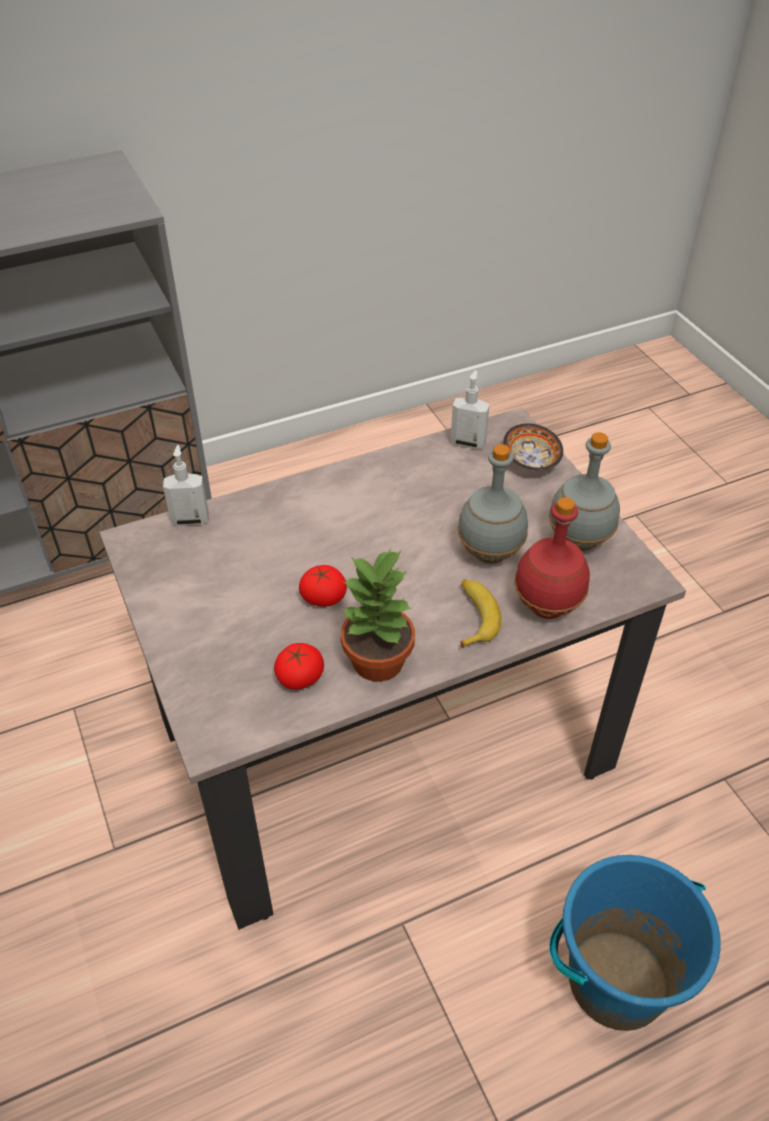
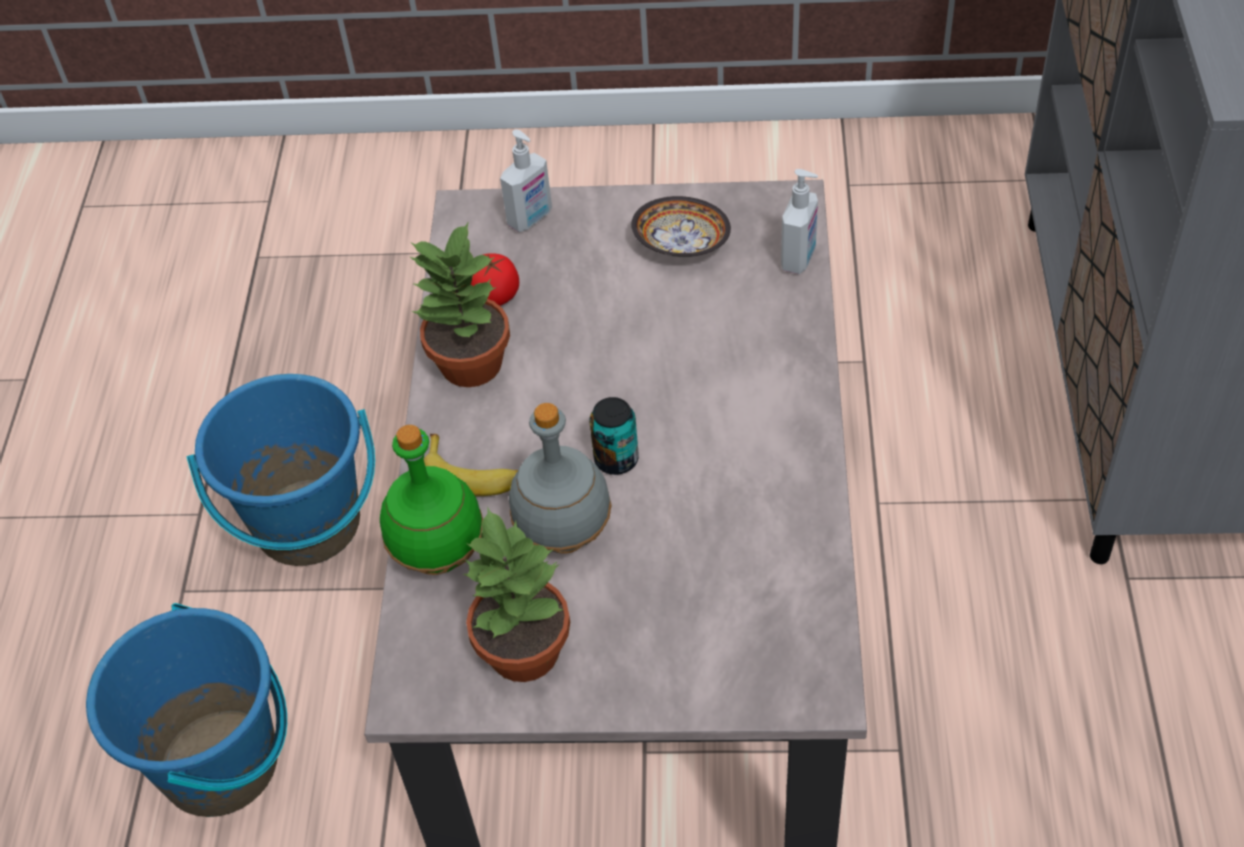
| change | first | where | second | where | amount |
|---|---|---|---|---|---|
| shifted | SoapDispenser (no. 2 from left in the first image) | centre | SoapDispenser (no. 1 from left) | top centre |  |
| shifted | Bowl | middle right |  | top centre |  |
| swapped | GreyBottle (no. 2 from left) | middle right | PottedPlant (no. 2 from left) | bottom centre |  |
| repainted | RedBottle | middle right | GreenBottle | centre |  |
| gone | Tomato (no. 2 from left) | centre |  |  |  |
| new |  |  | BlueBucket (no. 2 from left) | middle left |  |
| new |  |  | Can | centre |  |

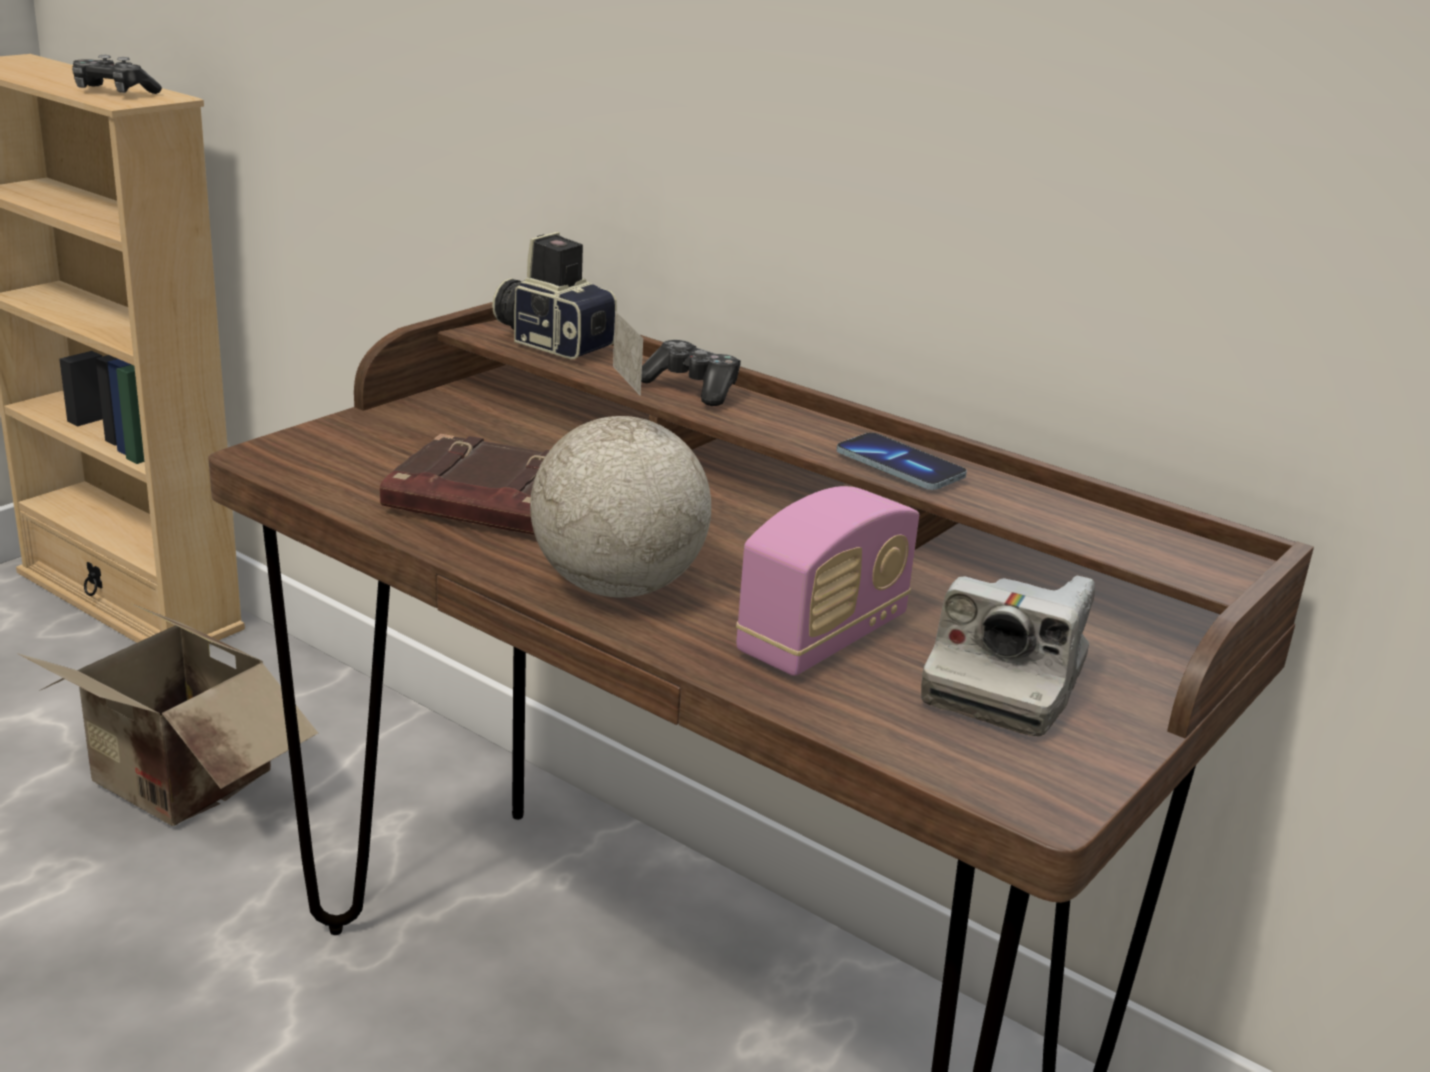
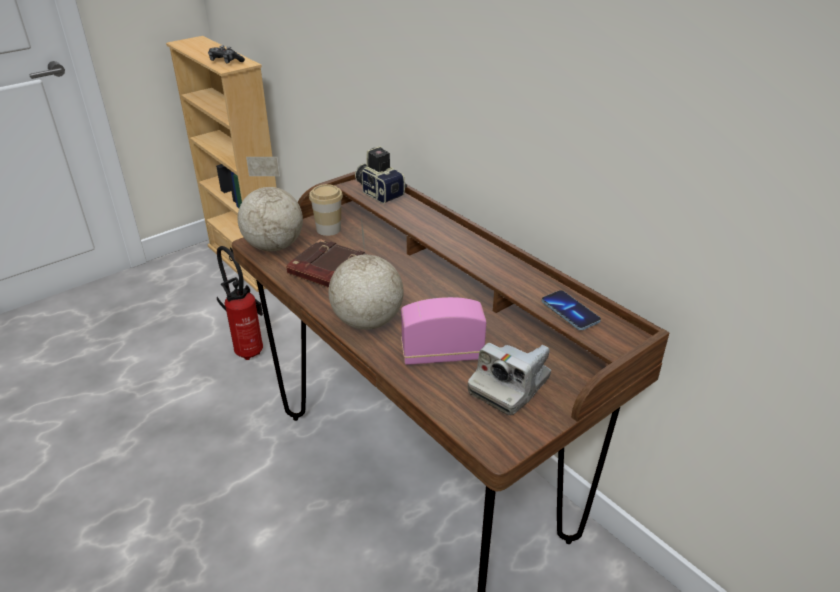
| change | first | where | second | where | amount |
|---|---|---|---|---|---|
| gone | GameController (no. 2 from left) | centre |  |  |  |
| shifted | Phone | centre |  | middle right |  |
| rotated | Radio | centre |  | centre | 150 degrees counterclockwise |
| swapped | CardboardBox | middle left | FireExtinguisher | middle left |  |
| new |  |  | Globe (no. 1 from left) | middle left |  |
| new |  |  | Cup | centre |  |

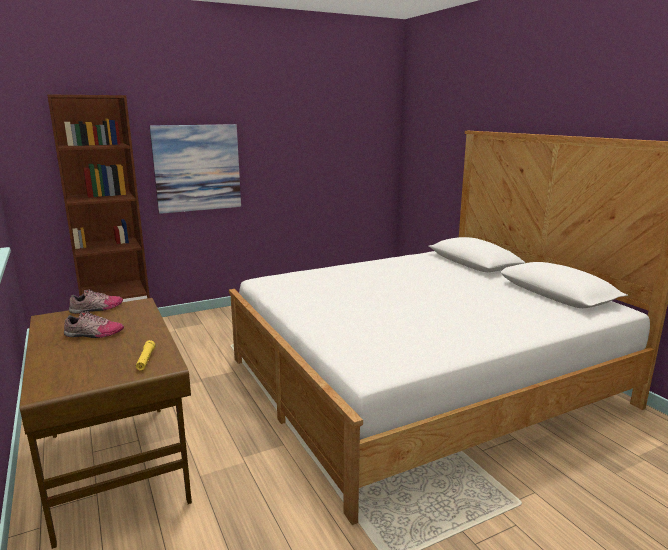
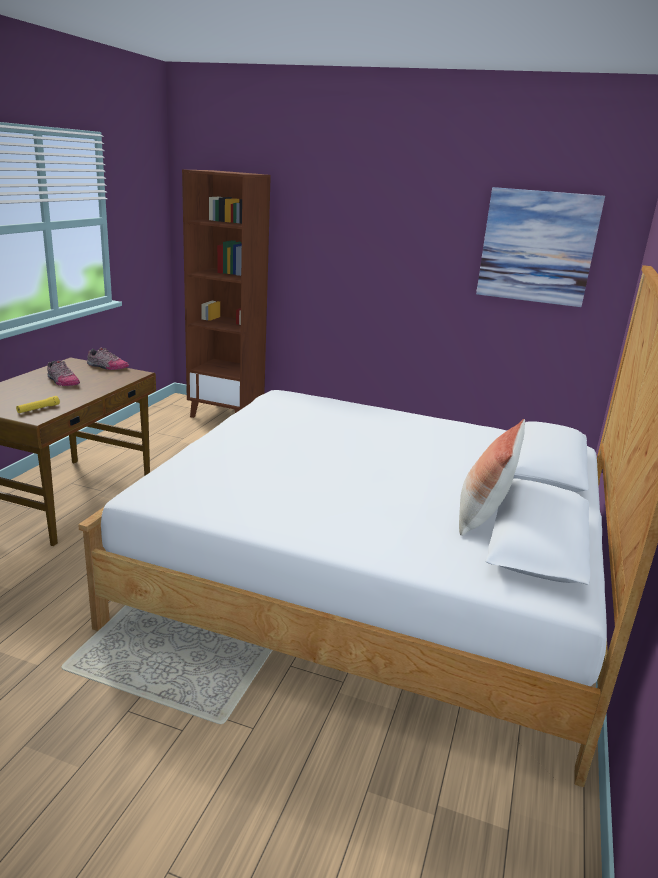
| change | first | where | second | where | amount |
|---|---|---|---|---|---|
| shifted | Picture | top left |  | top right |  |
| new |  |  | Pillow | middle right |  |

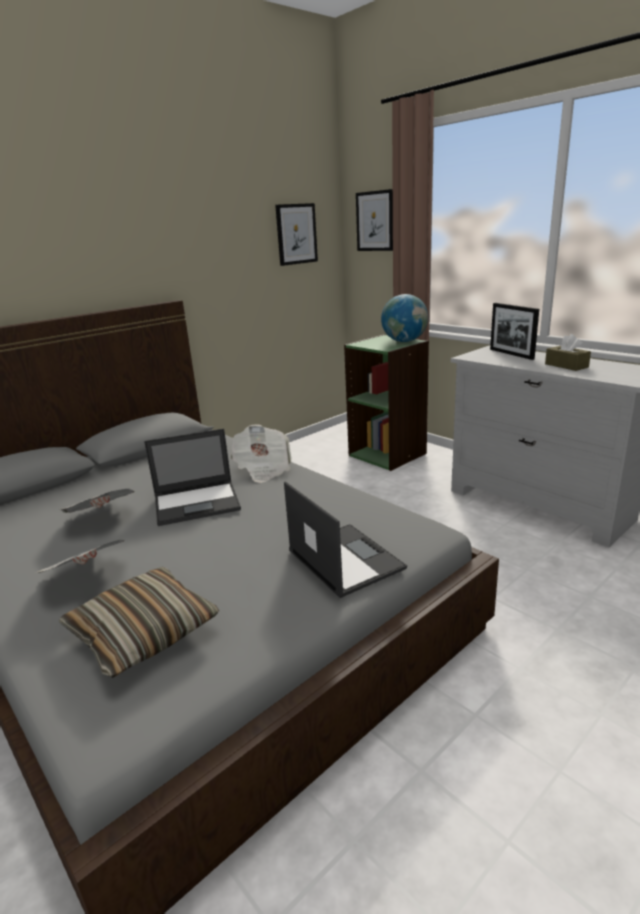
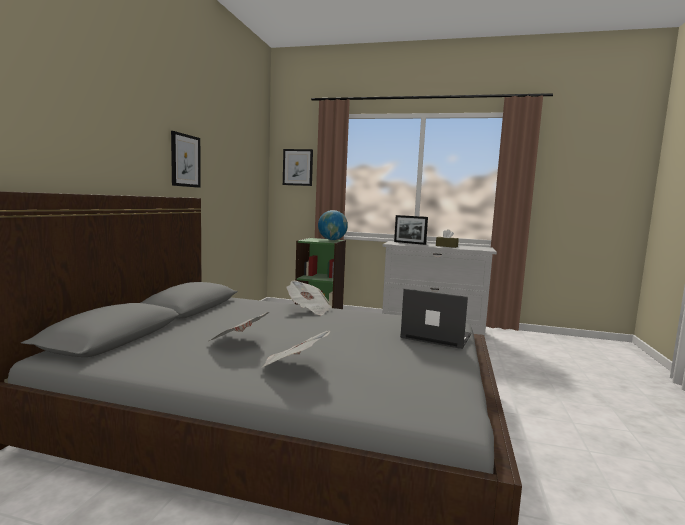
| change | first | where | second | where | amount |
|---|---|---|---|---|---|
| shifted | Picture (no. 1 from left) | top centre |  | top left |  |
| gone | Laptop (no. 1 from left) | middle left |  |  |  |
| gone | Pillow | bottom left |  |  |  |

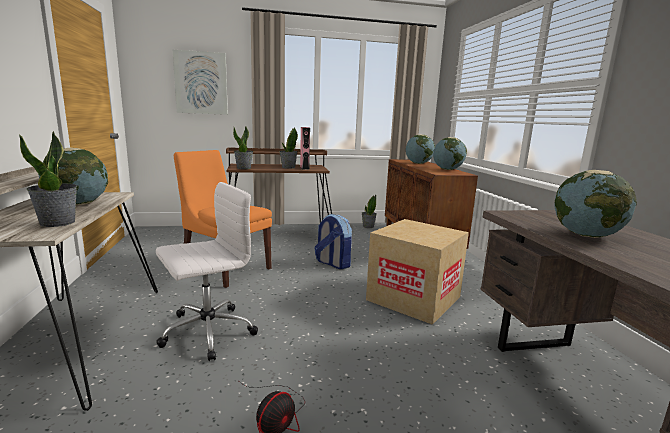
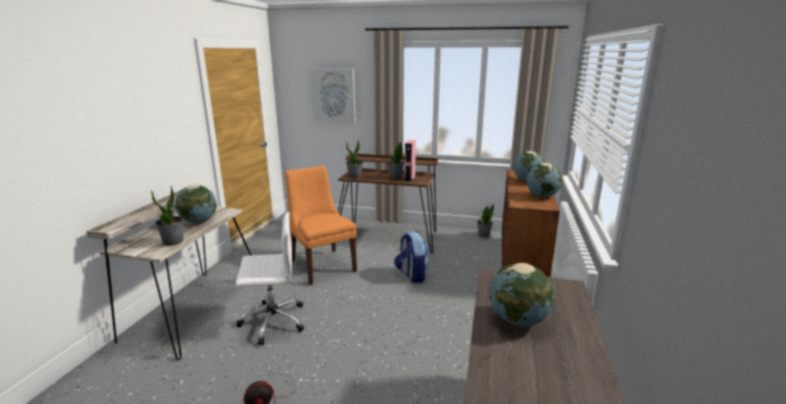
| change | first | where | second | where | amount |
|---|---|---|---|---|---|
| gone | CardboardBox | centre |  |  |  |

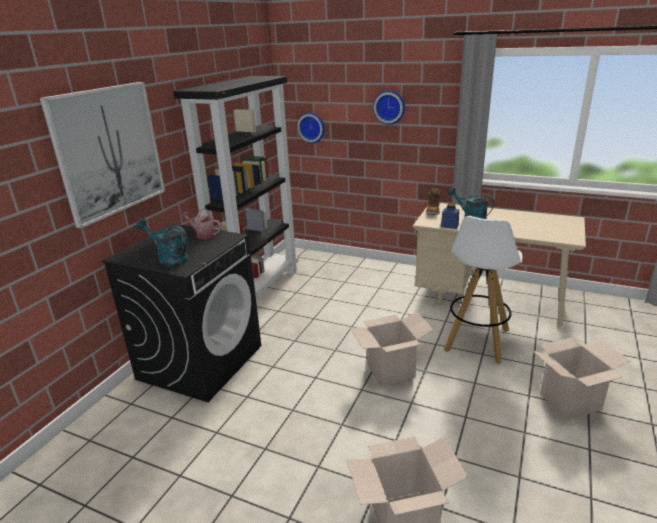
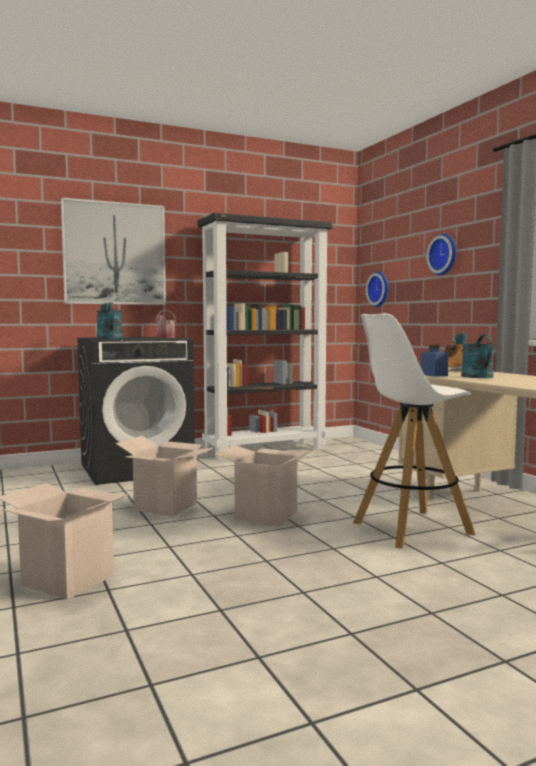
| change | first | where | second | where | amount |
|---|---|---|---|---|---|
| shifted | CardboardBox (no. 3 from left in the first image) | bottom right | CardboardBox (no. 2 from left) | middle left |  |

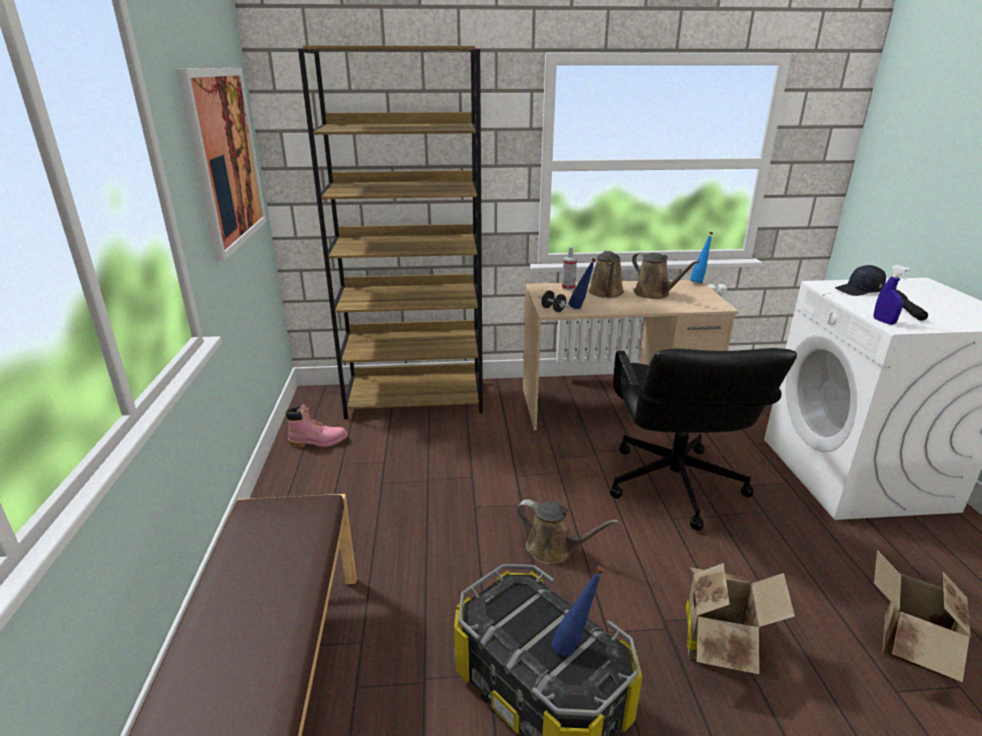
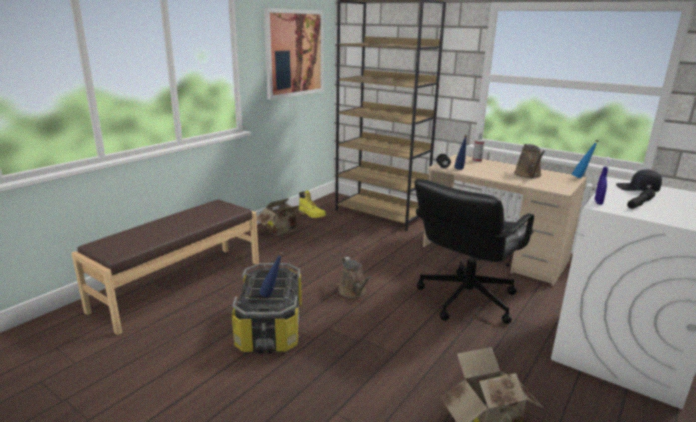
| change | first | where | second | where | amount |
|---|---|---|---|---|---|
| gone | BrownWateringCan (no. 2 from left) | centre |  |  |  |
| repainted | PinkBoot | middle left | YellowBoot | centre |  |
| shifted | CardboardBox (no. 1 from left) | bottom right |  | centre |  |

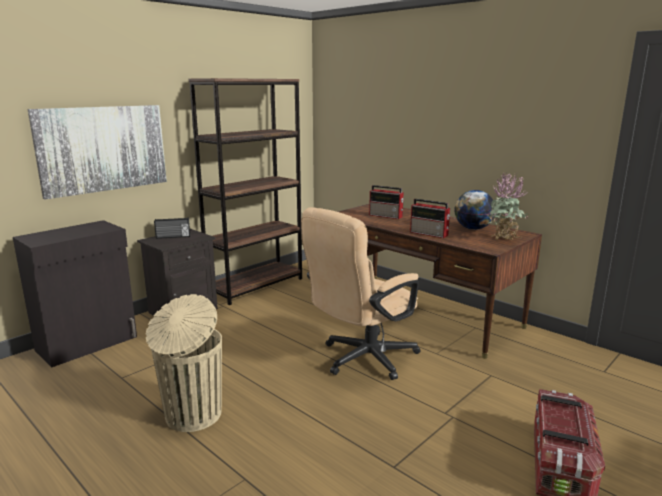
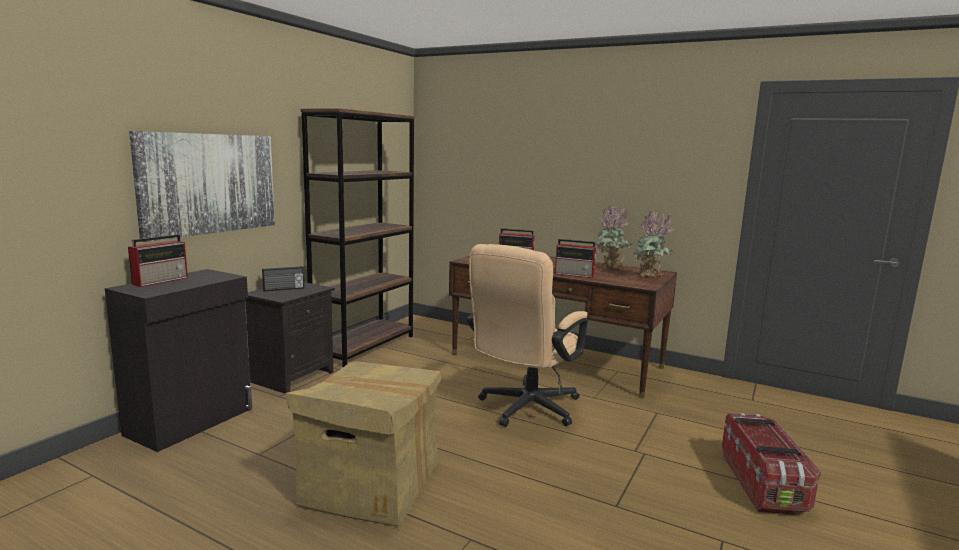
| change | first | where | second | where | amount |
|---|---|---|---|---|---|
| swapped | Globe | middle right | PottedPlant (no. 1 from left) | centre |  |
| swapped | BeigeTrashCan | bottom left | CardboardBox | bottom centre |  |
| new |  |  | Radio (no. 1 from left) | middle left |  |

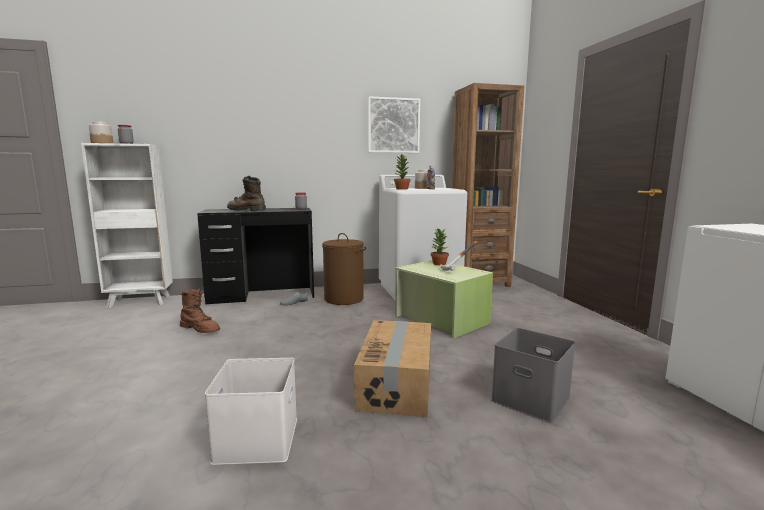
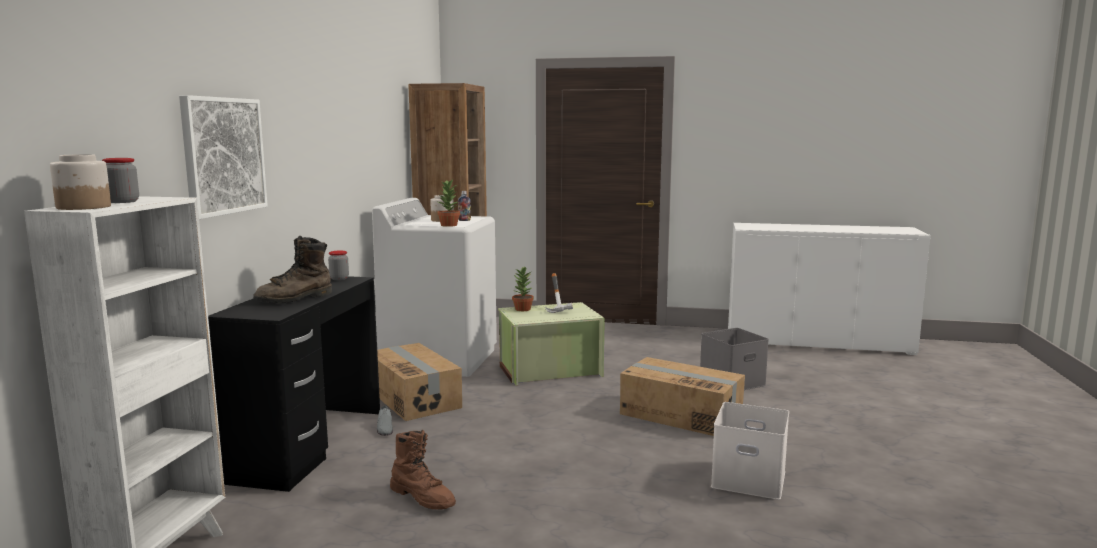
| change | first | where | second | where | amount |
|---|---|---|---|---|---|
| shifted | Picture | top centre |  | top left |  |
| swapped | BrownLaundryBasket | centre | CardboardBox (no. 1 from left) | bottom centre |  |
| rotated | BrownBoot (no. 1 from left in the first image) | middle left | BrownBoot (no. 2 from left) | bottom centre | 75 degrees clockwise |

